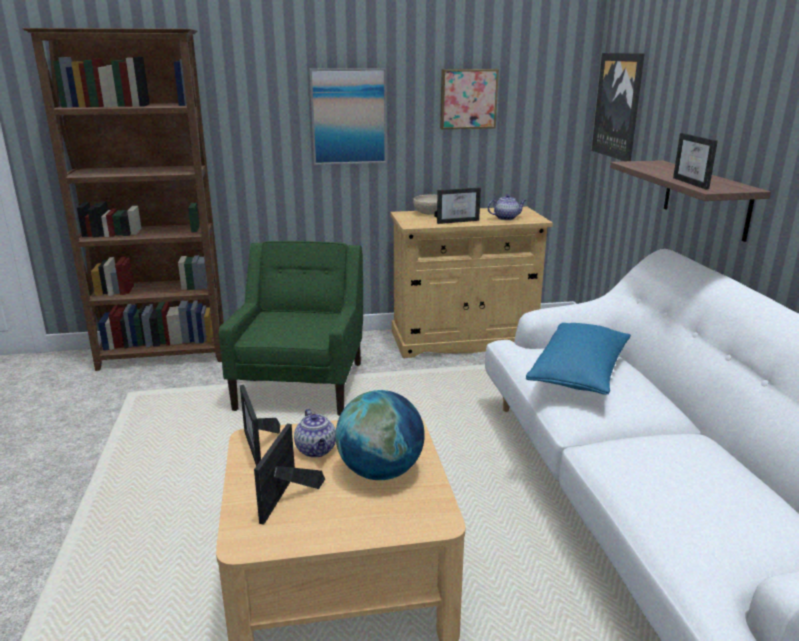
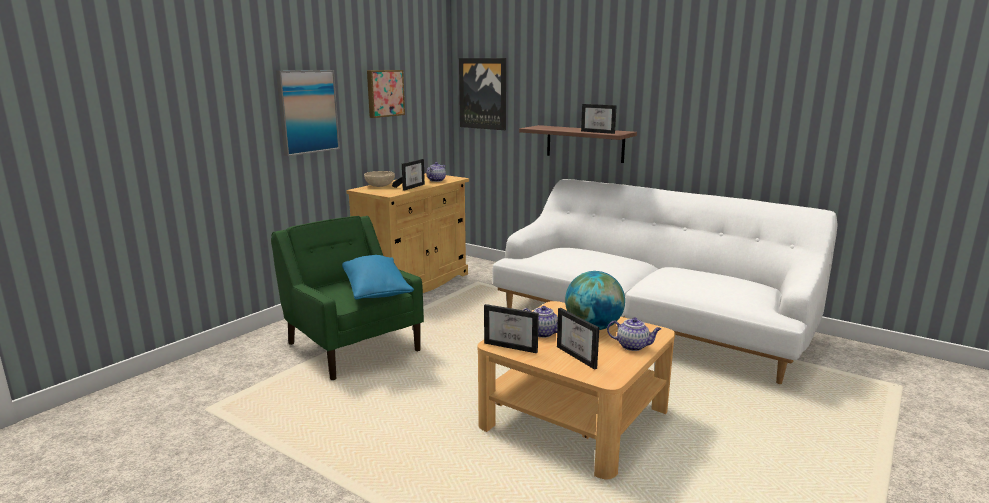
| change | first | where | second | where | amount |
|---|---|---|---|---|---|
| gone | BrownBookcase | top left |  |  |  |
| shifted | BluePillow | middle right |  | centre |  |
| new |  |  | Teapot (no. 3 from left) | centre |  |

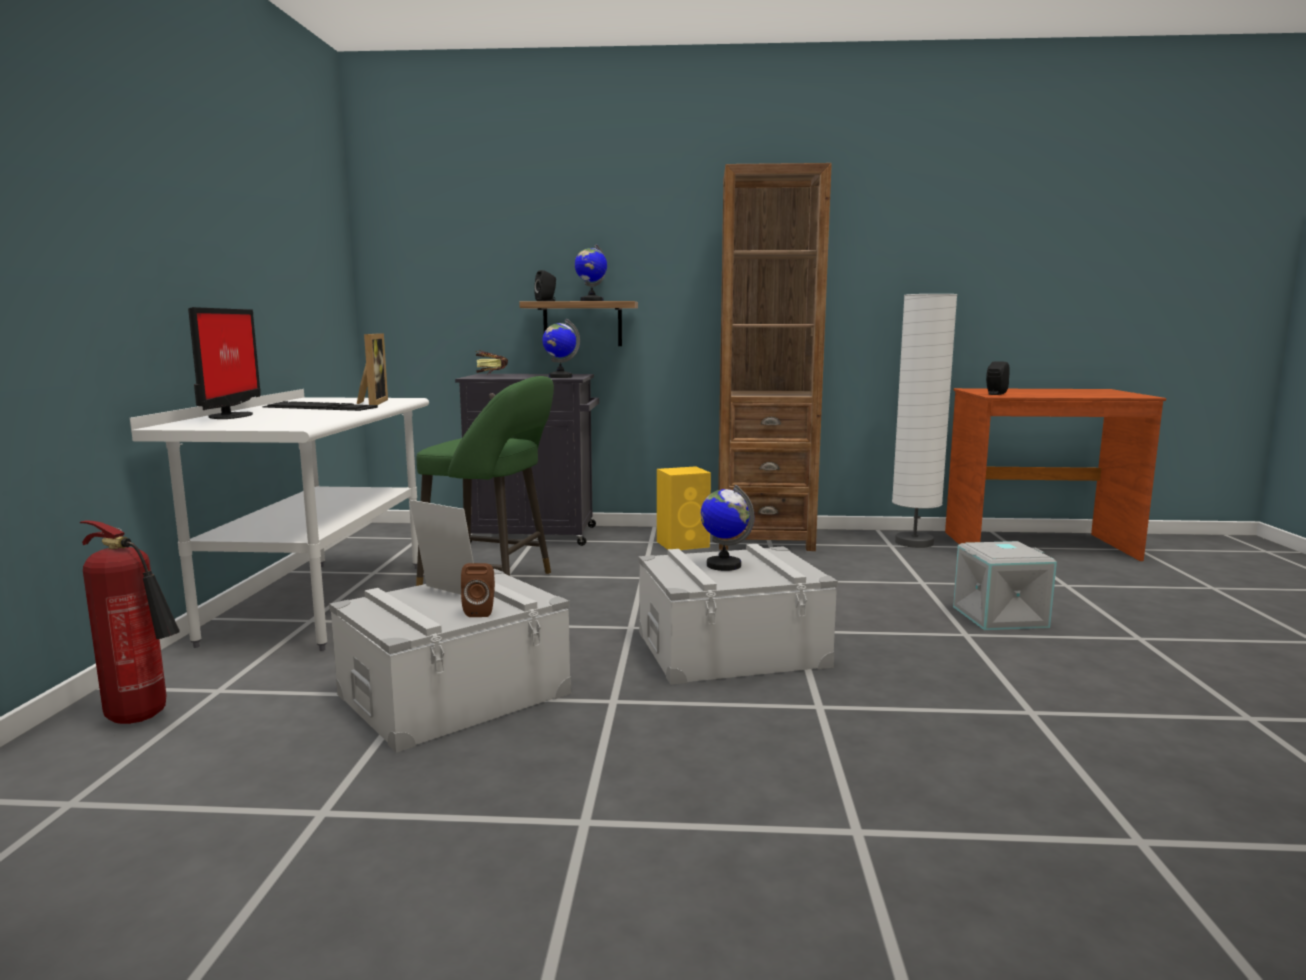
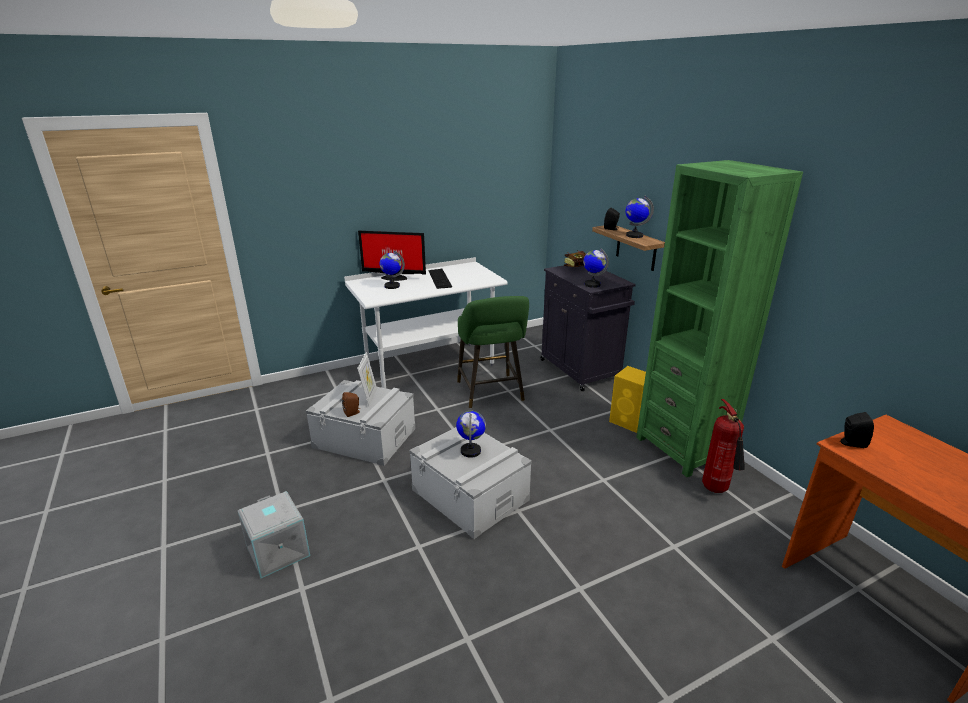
| change | first | where | second | where | amount |
|---|---|---|---|---|---|
| repainted | BrownBookcase | centre | GreenBookcase | middle right |  |
| gone | WhiteFloorLamp | middle right |  |  |  |
| rotated | Monitor | middle left |  | centre | 45 degrees clockwise |
| gone | PictureFrame (no. 1 from left) | middle left |  |  |  |
| shifted | FireExtinguisher | middle left |  | middle right |  |
| shifted | GreyStorageBox (no. 3 from left in the first image) | middle right | GreyStorageBox (no. 1 from left) | bottom left |  |
| new |  |  | Globe (no. 1 from left) | centre |  |

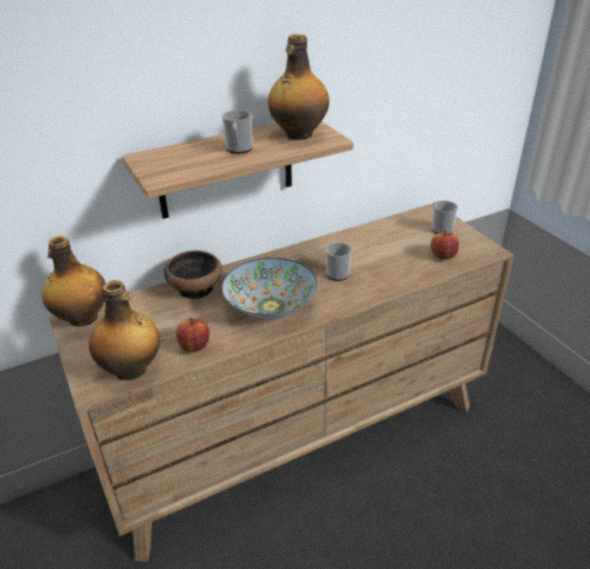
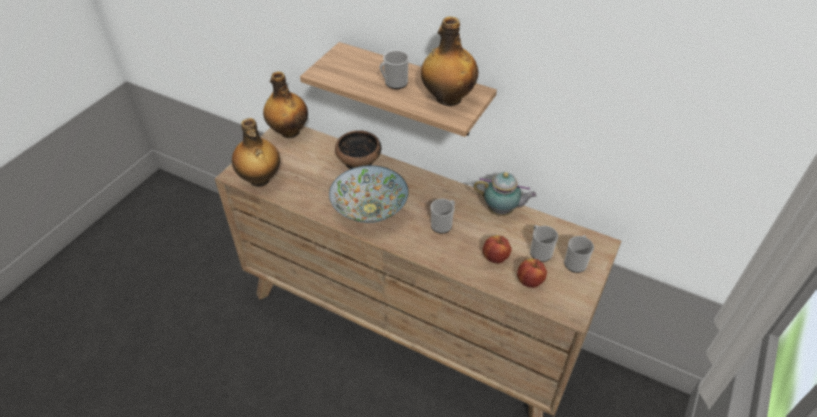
| change | first | where | second | where | amount |
|---|---|---|---|---|---|
| shifted | Apple (no. 1 from left) | middle left |  | centre |  |
| new |  |  | Teapot | centre |  |
| new |  |  | Mug (no. 3 from left) | centre |  |

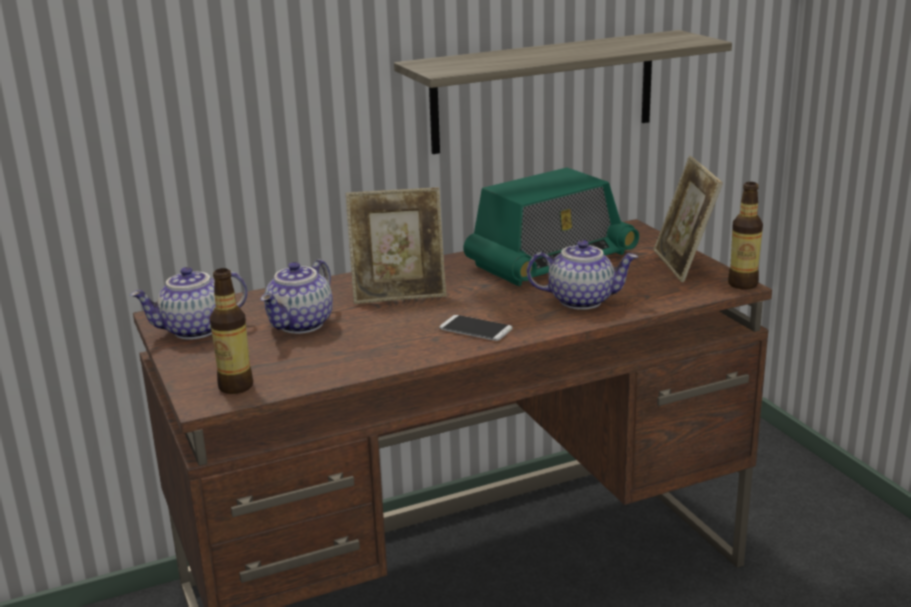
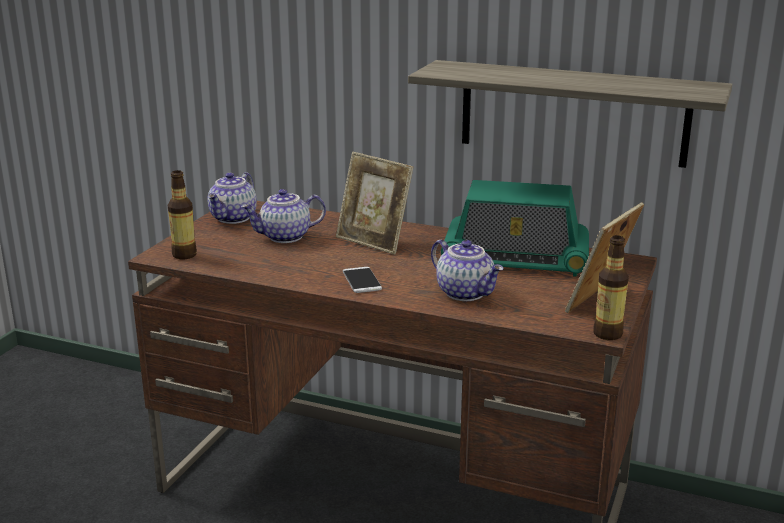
| change | first | where | second | where | amount |
|---|---|---|---|---|---|
| rotated | Teapot (no. 1 from left) | middle left |  | middle left | 90 degrees counterclockwise |

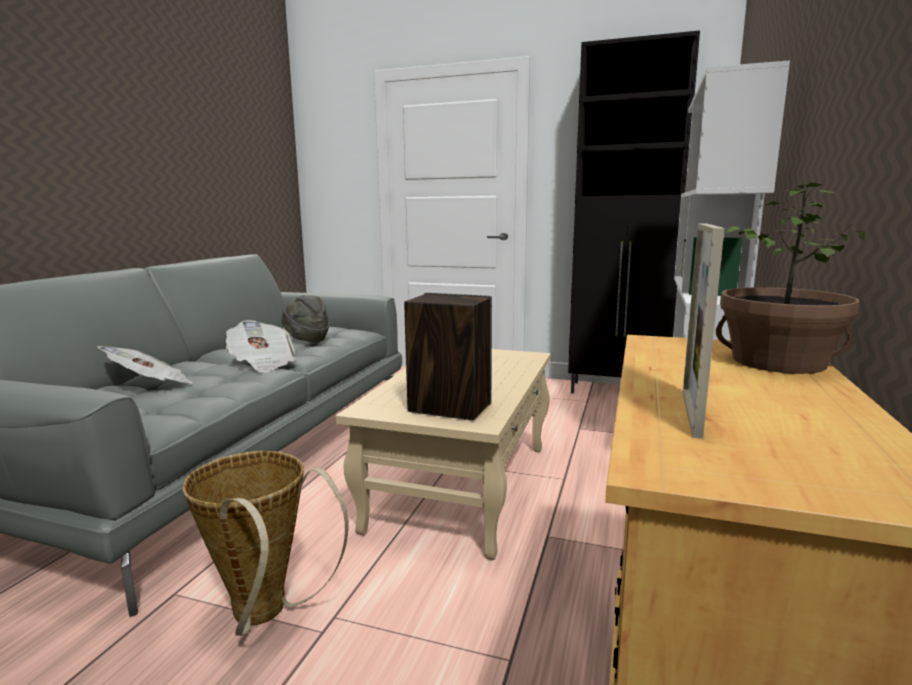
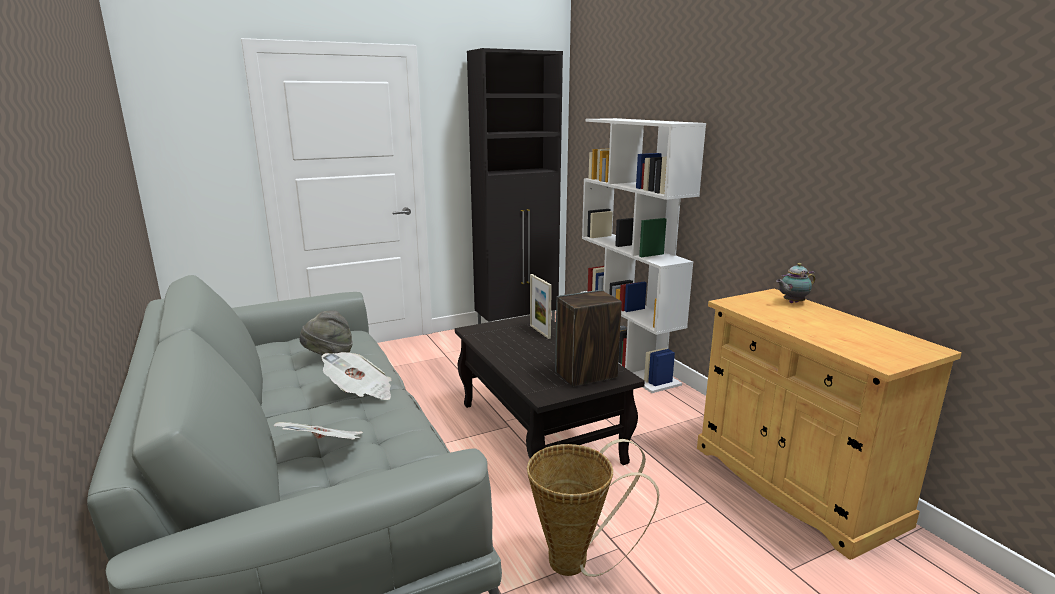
| change | first | where | second | where | amount |
|---|---|---|---|---|---|
| swapped | PottedPlant | middle right | Teapot | middle right |  |
| shifted | PictureFrame | middle right |  | centre |  |
| repainted | BeigeCoffeeTable | centre | BlackCoffeeTable | centre |  |

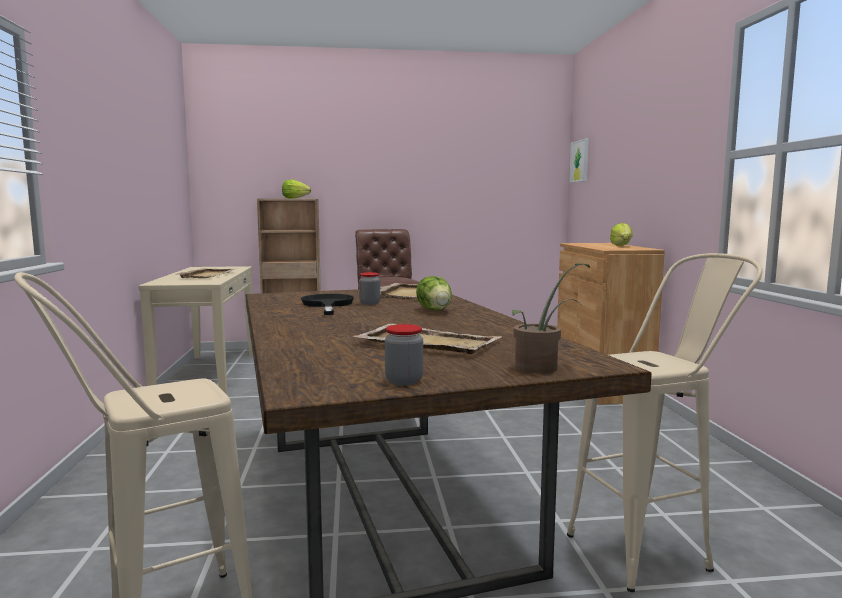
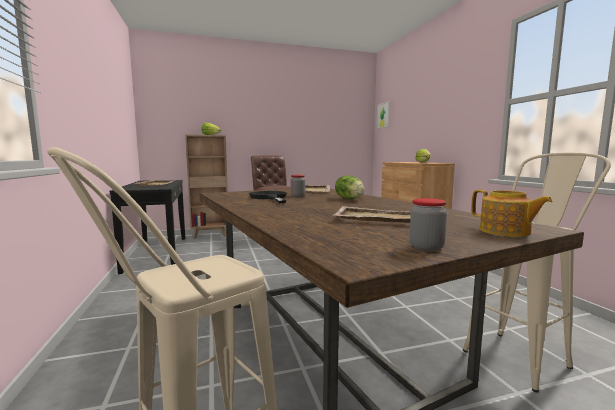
| change | first | where | second | where | amount |
|---|---|---|---|---|---|
| swapped | PottedPlant | centre | Teapot | middle right |  |
| repainted | BeigeConsoleTable | middle left | BlackConsoleTable | middle left |  |

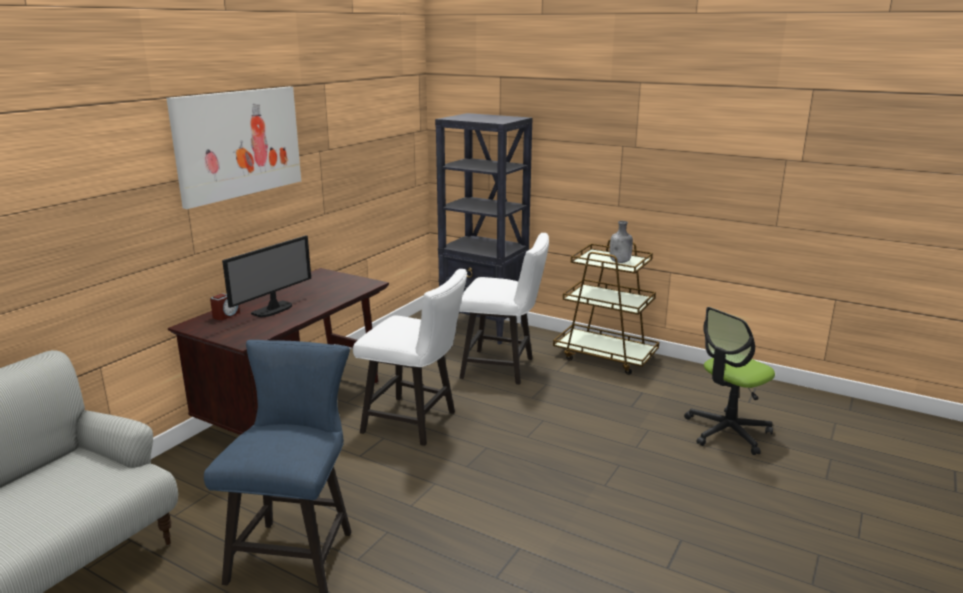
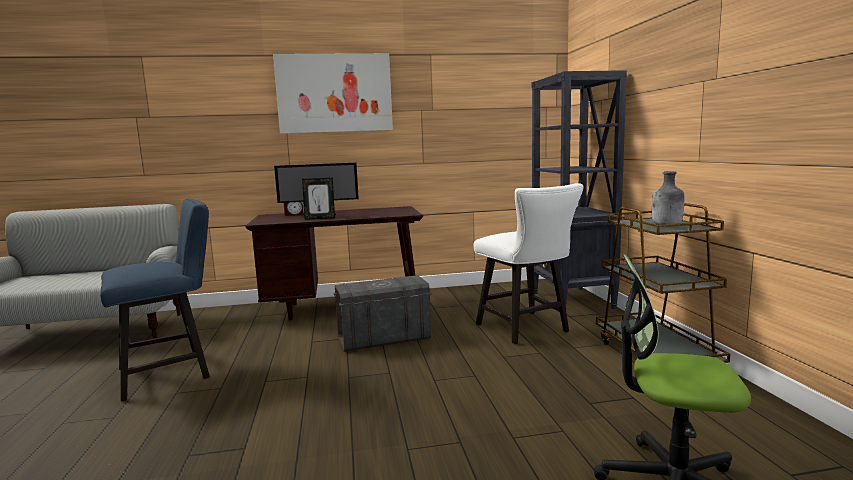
| change | first | where | second | where | amount |
|---|---|---|---|---|---|
| swapped | WhiteChair (no. 1 from left) | centre | GreyStorageBox | centre |  |
| new |  |  | PictureFrame | centre |  |

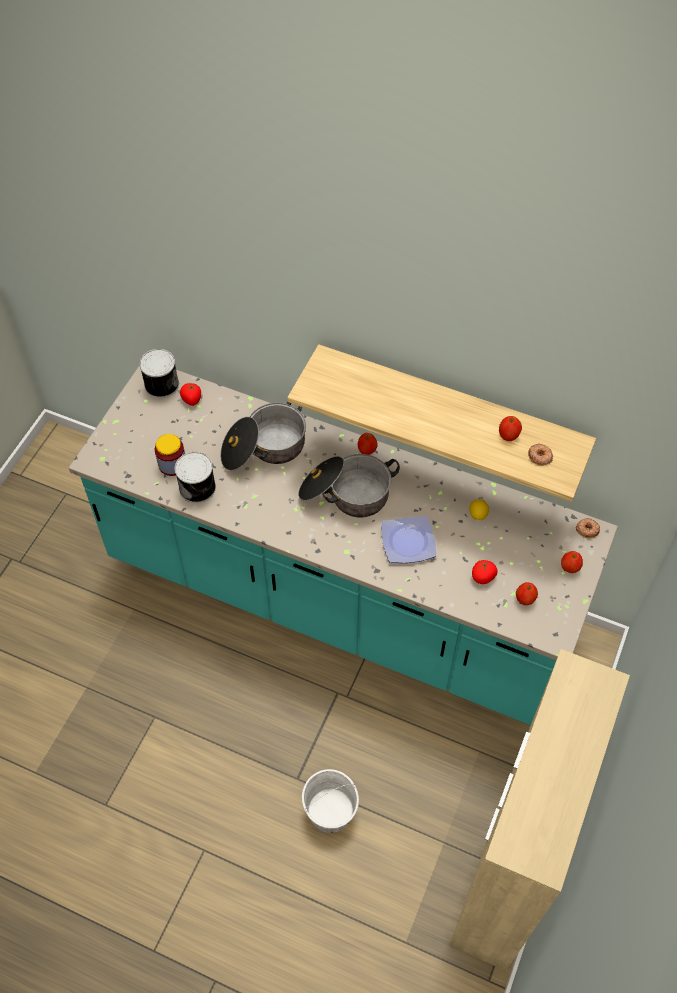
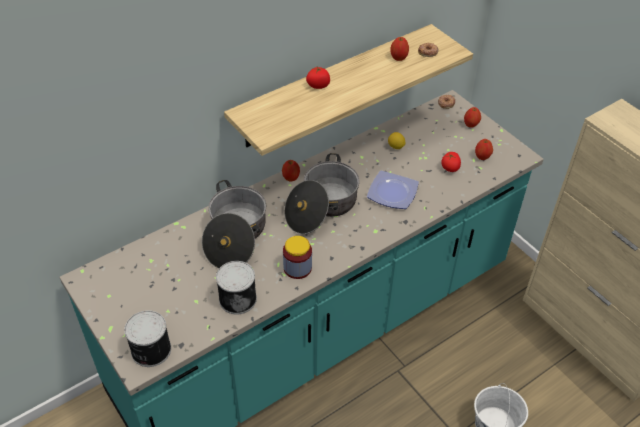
| change | first | where | second | where | amount |
|---|---|---|---|---|---|
| shifted | Can (no. 1 from left) | middle left |  | bottom left |  |
| shifted | Tomato (no. 1 from left) | middle left |  | top centre |  |
| shifted | Jar | middle left |  | centre |  |

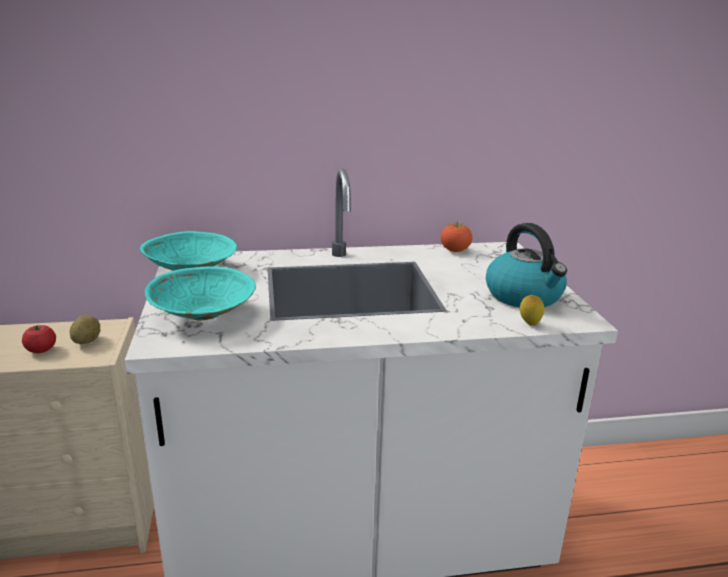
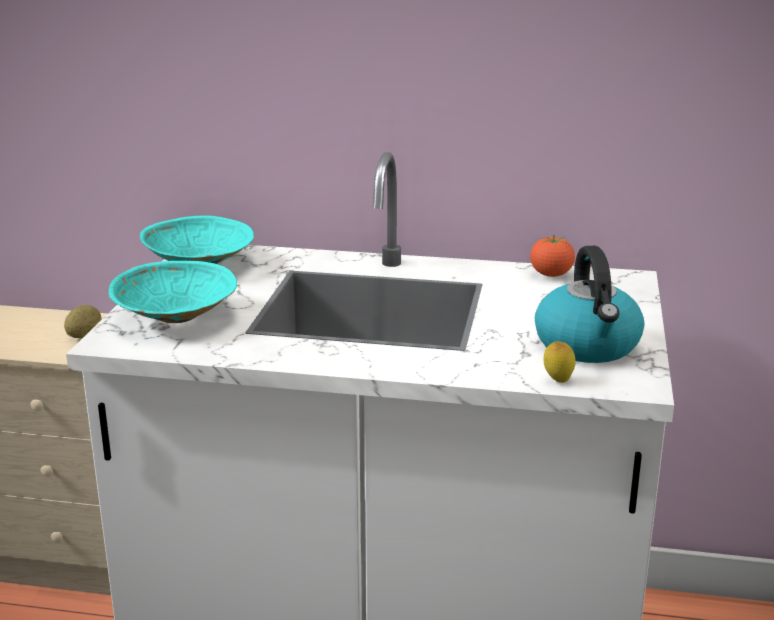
| change | first | where | second | where | amount |
|---|---|---|---|---|---|
| gone | Tomato (no. 1 from left) | middle left |  |  |  |

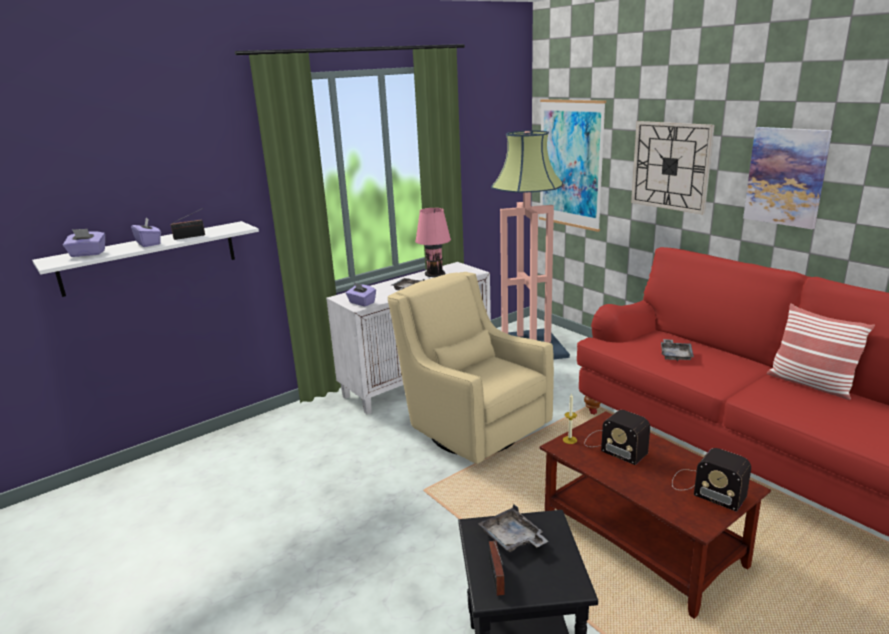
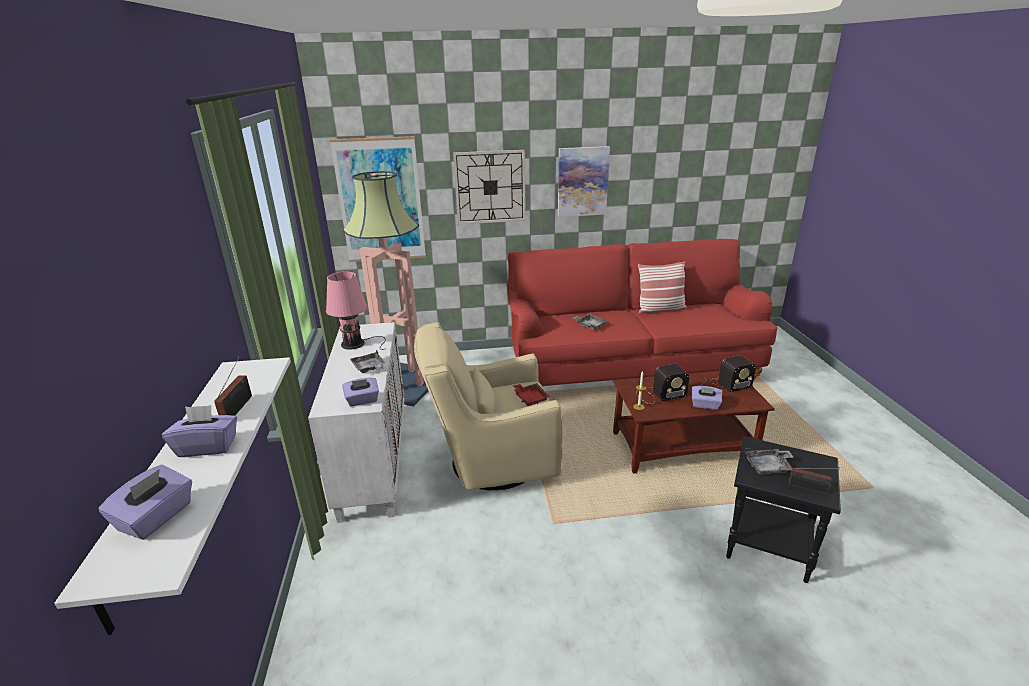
| change | first | where | second | where | amount |
|---|---|---|---|---|---|
| new |  |  | RedTray | centre |  |
| new |  |  | PurpleTissueBox (no. 4 from left) | middle right |  |

